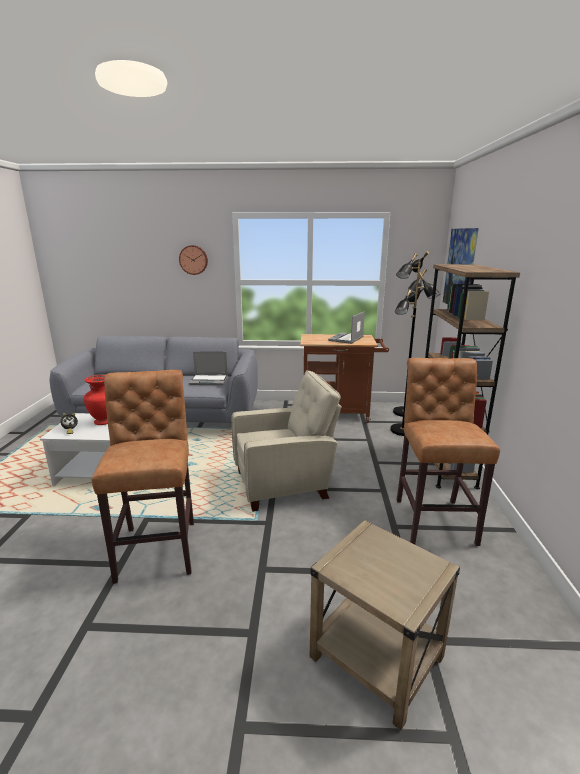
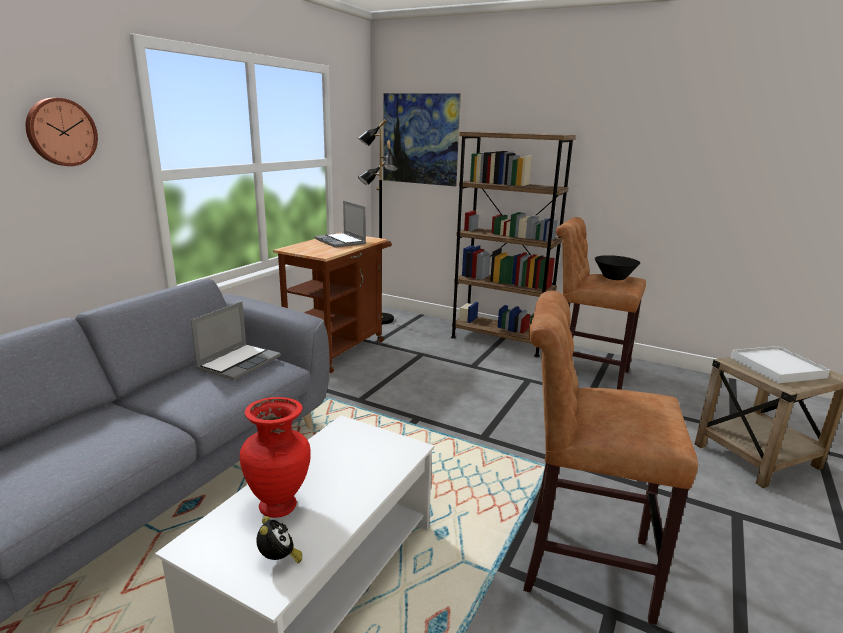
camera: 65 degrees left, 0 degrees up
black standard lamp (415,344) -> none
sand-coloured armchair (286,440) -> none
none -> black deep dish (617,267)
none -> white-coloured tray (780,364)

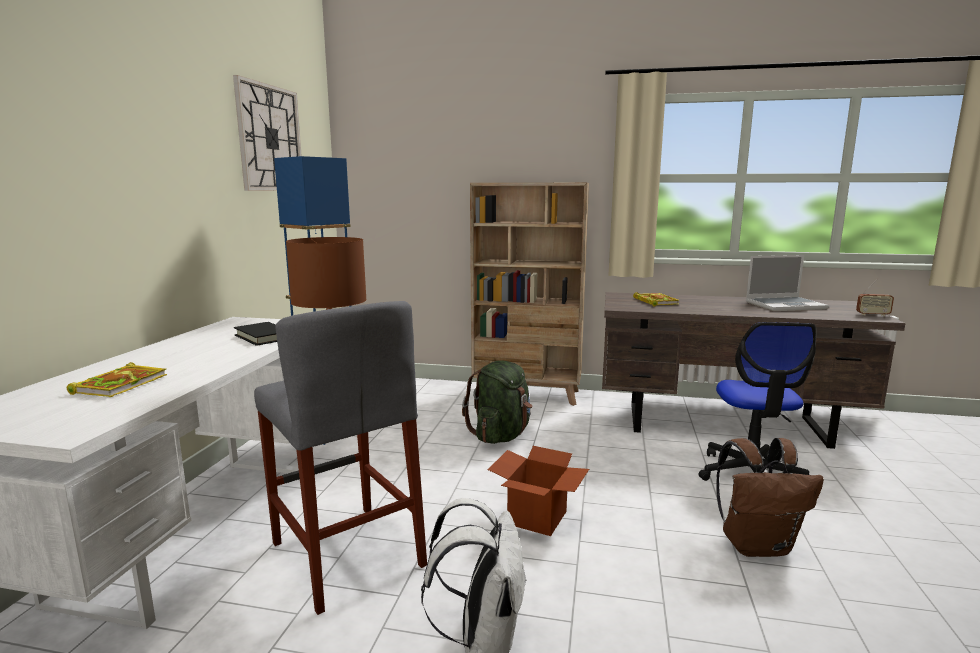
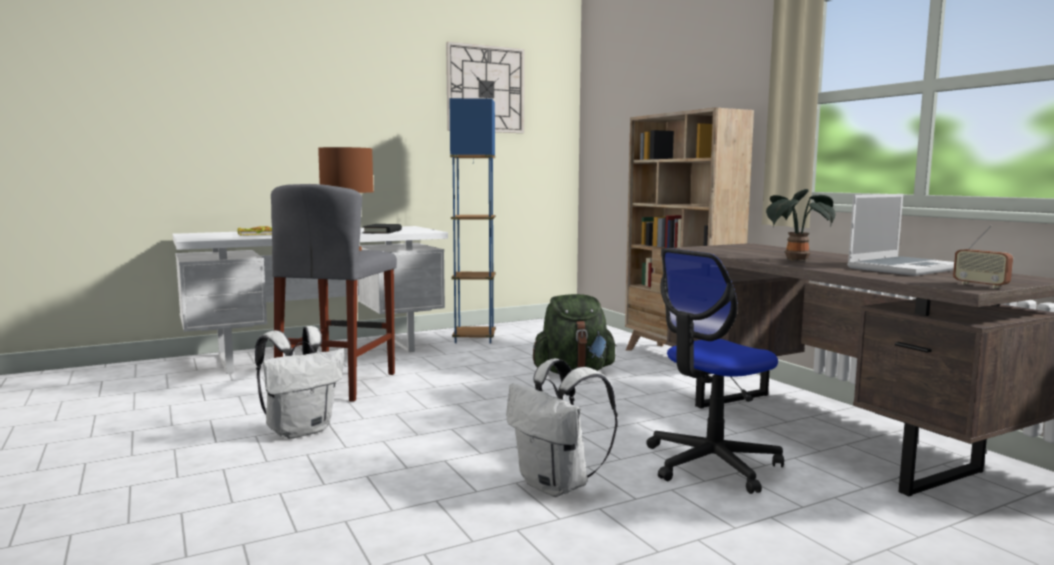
camera: 50 degrees right, 5 degrees down
laptop (787,283) -> laptop (900,235), 75 degrees counterclockwise
book (656,299) -> none
brown backpack (770,497) -> white-coloured backpack (562,428)
packing box (538,491) -> none
none -> potted plant (801,225)

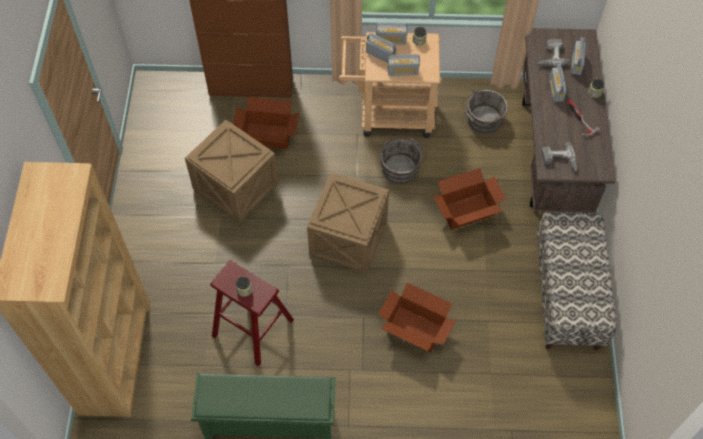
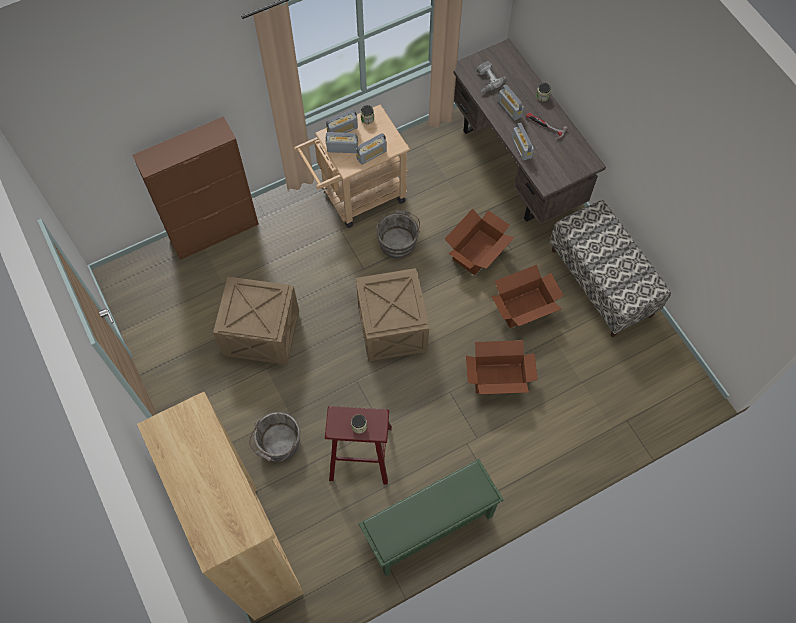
camera: 30 degrees left, 5 degrees up
radio (578,56) -> radio (523,141), shifted
grey bucket (485,111) -> grey bucket (275,437), shifted
packing box (266,123) -> packing box (527,296), shifted
drill (559,156) -> none

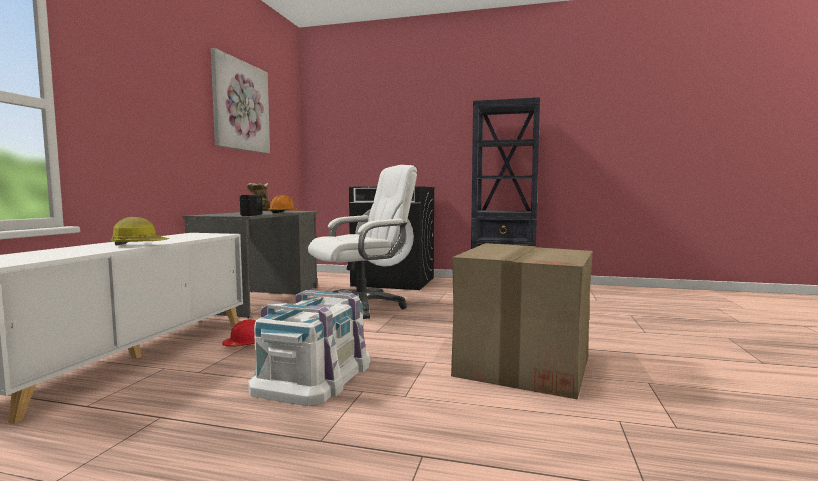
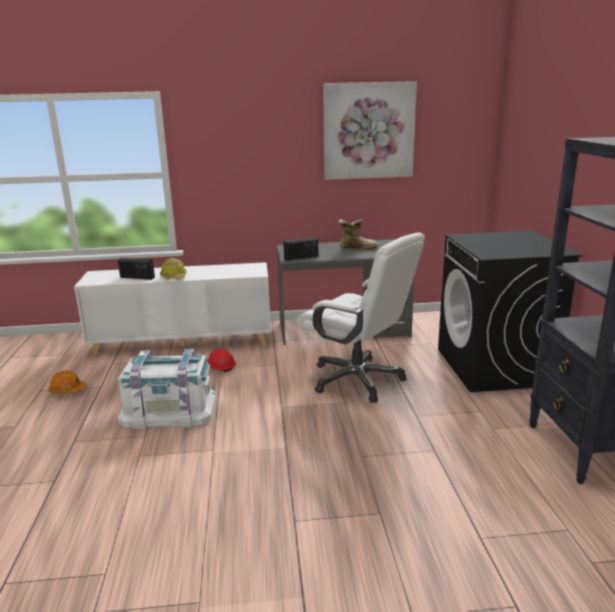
camera: 70 degrees right, 15 degrees up
orange work helmet (283,204) -> orange work helmet (68,382), shifted
packing box (522,321) -> none
none -> radio (136,269)

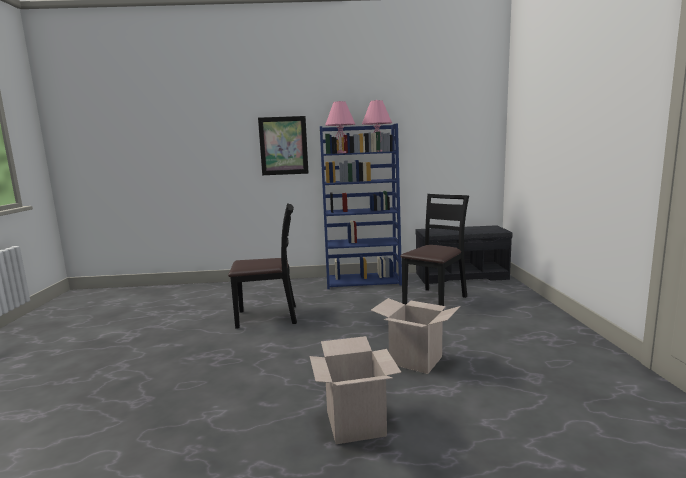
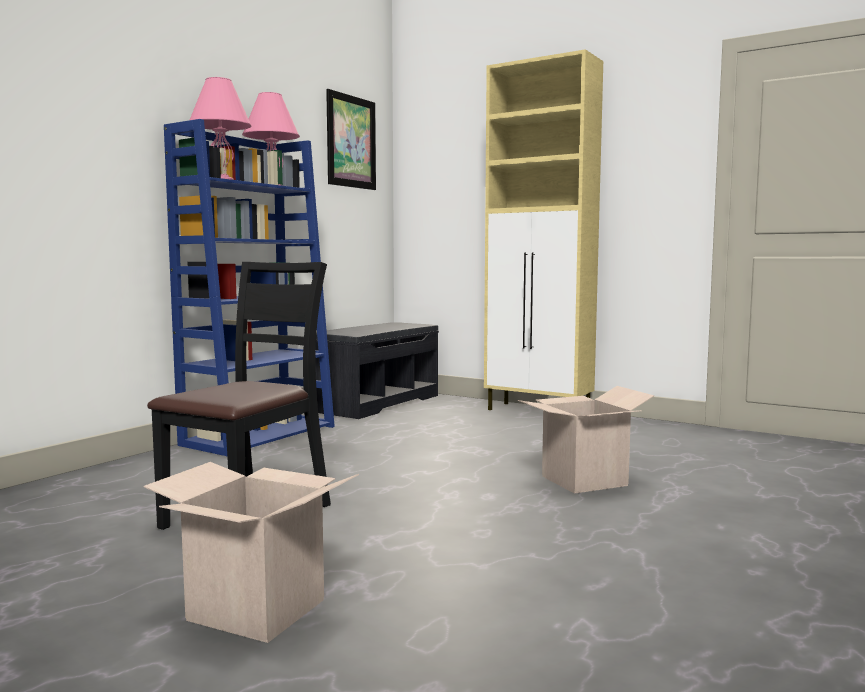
camera: 55 degrees left, 5 degrees down
wall picture (283,145) -> wall picture (351,139), shifted
black upright chair (434,252) -> none
packing box (356,390) -> packing box (251,552), shifted
none -> sand-coloured storage cabinet (543,229)

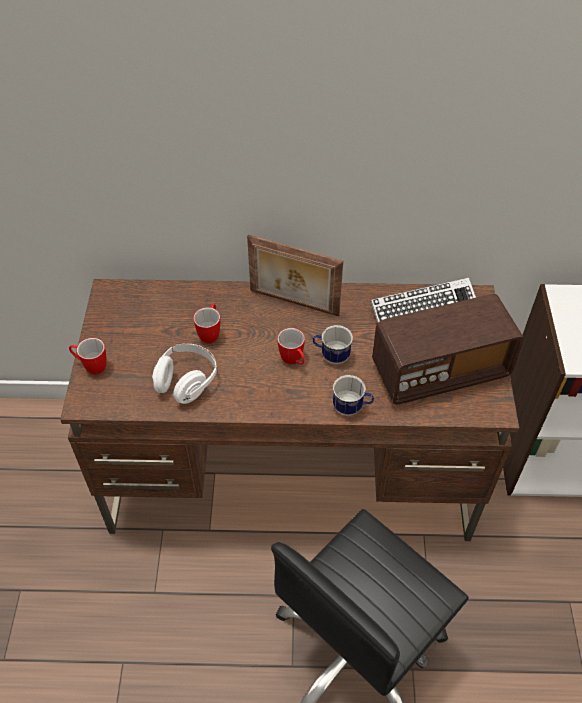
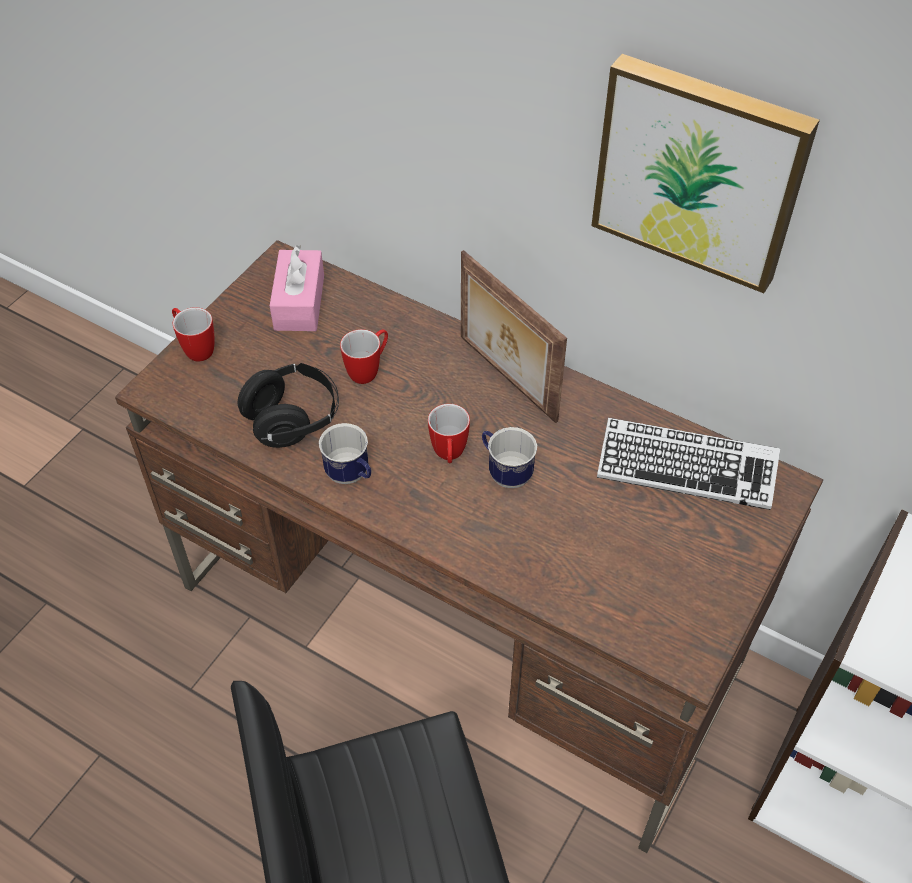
camera: 30 degrees right, 0 degrees up
radio (448,349) -> none
white-coloured headphones (184,374) -> black headphones (288,405)
coffee mug (353,395) -> coffee mug (345,453), shifted
none -> wall picture (705,173)
none -> pink-coloured box of tissues (297,288)

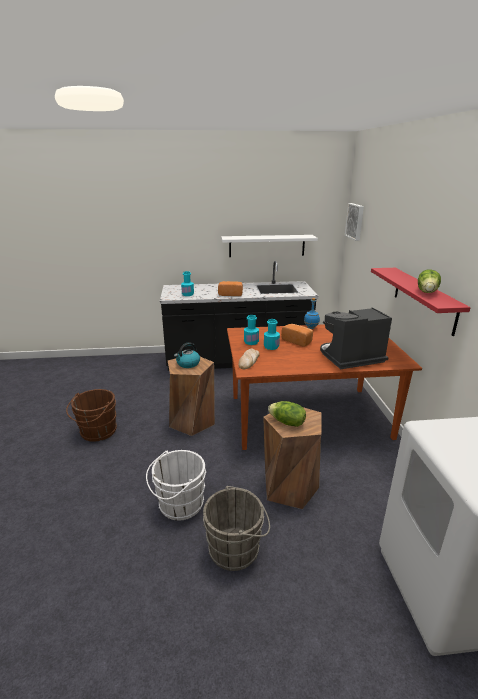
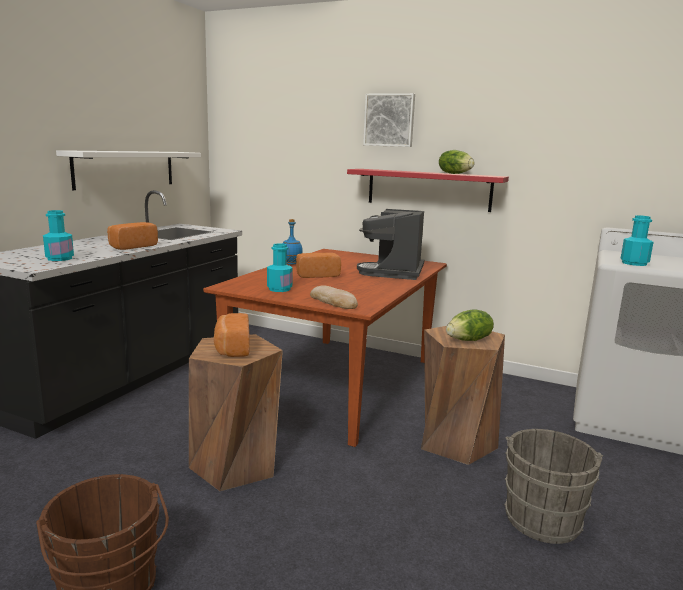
camera: 60 degrees left, 10 degrees down
wall picture (354,222) -> wall picture (389,120), shifted
blue-green bottle (272,334) -> blue-green bottle (637,240), shifted
tea kettle (187,355) -> bread (232,335)
white-coloured bucket (176,485) -> none

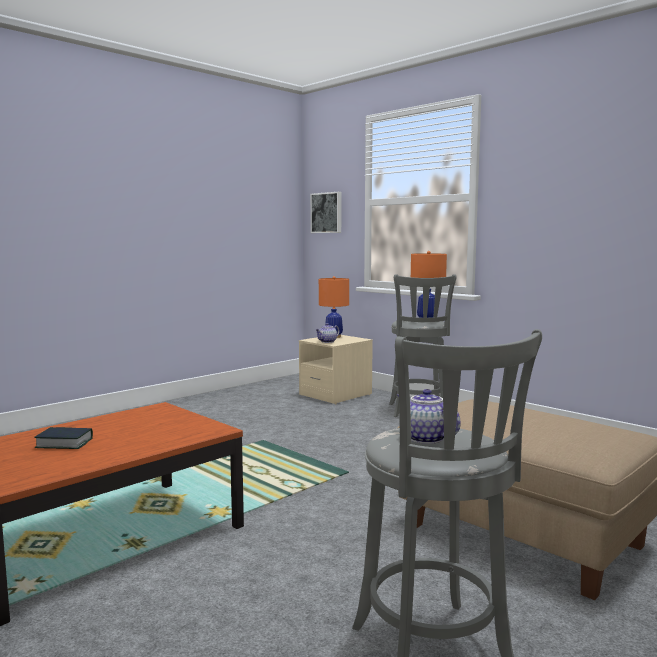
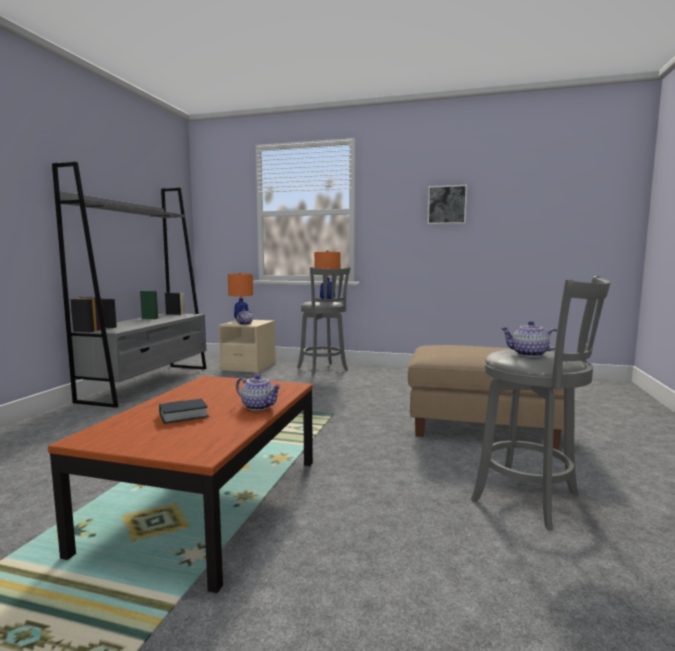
camera: 30 degrees left, 0 degrees up
wall picture (325,212) -> wall picture (447,204), shifted
none -> grey shelving unit (129,285)
none -> teapot (258,392)

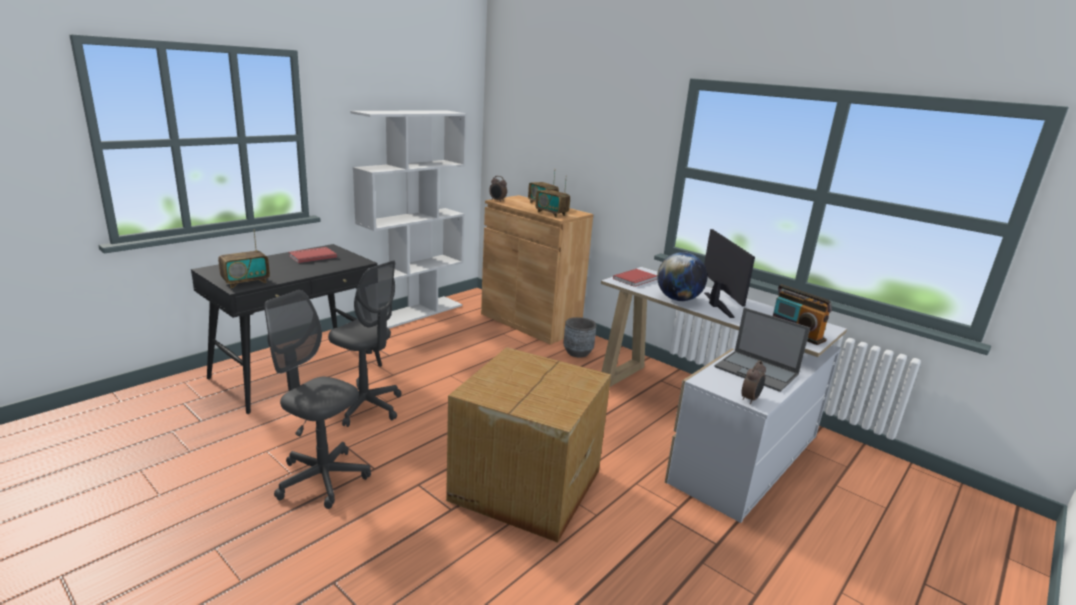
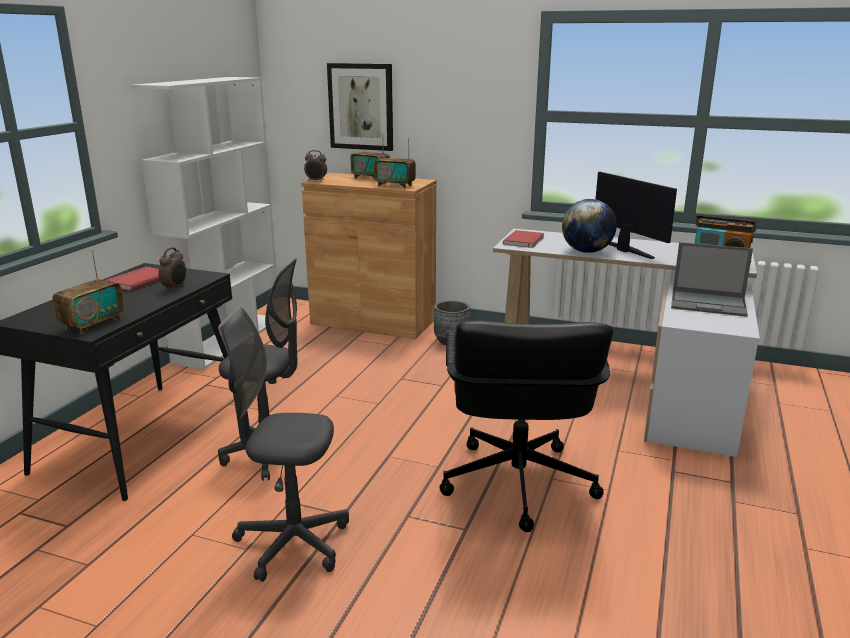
camera: 20 degrees left, 0 degrees up
packing box (528,445) -> black computer chair (526,426)
alarm clock (753,382) -> alarm clock (172,269), shifted
none -> wall picture (360,107)

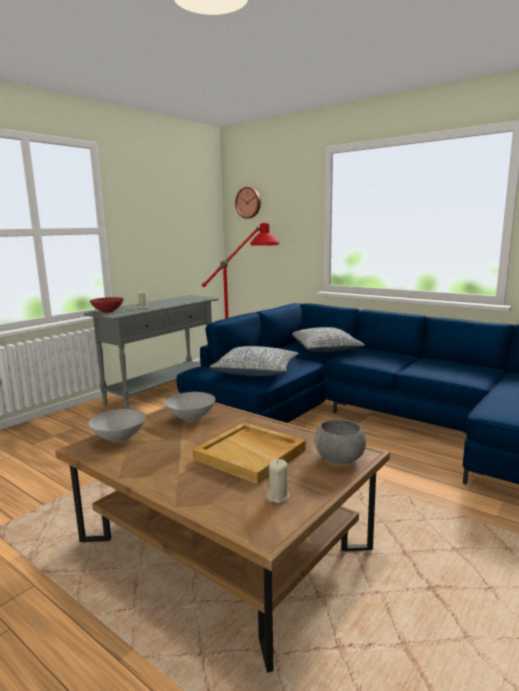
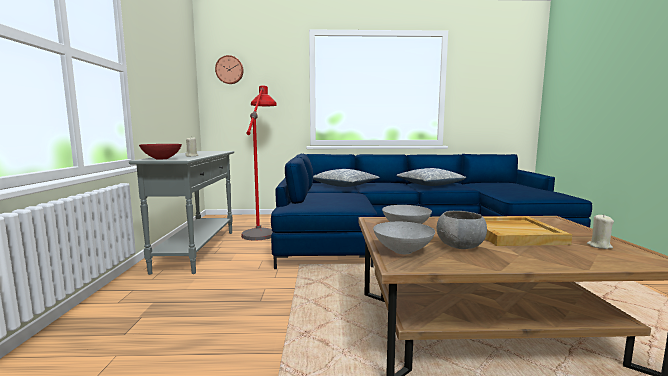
camera: 40 degrees left, 5 degrees down
cushion (254,361) -> cushion (431,177), shifted
grey deep dish (340,441) -> grey deep dish (462,230), shifted

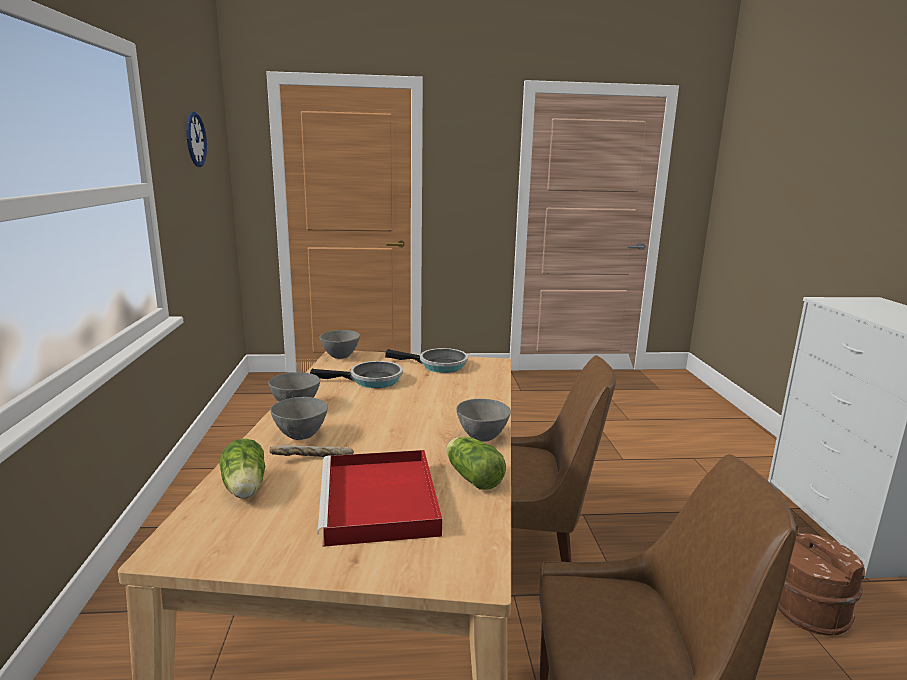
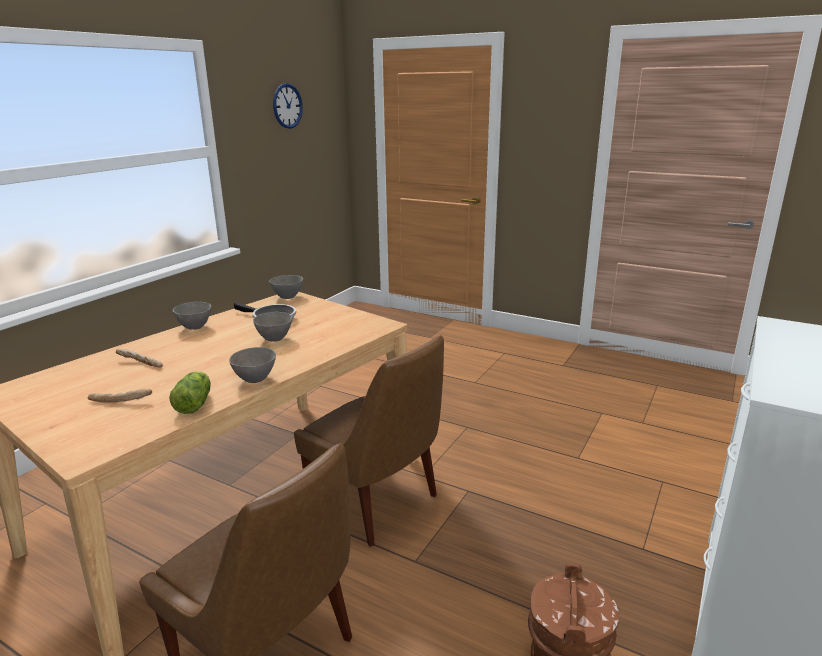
camera: 35 degrees right, 5 degrees up
pan (426,360) -> none
grey deep dish (299,418) -> grey deep dish (272,327), shifted
lettuce head (242,468) -> none
red-coloured tray (380,498) -> bread (119,396)

